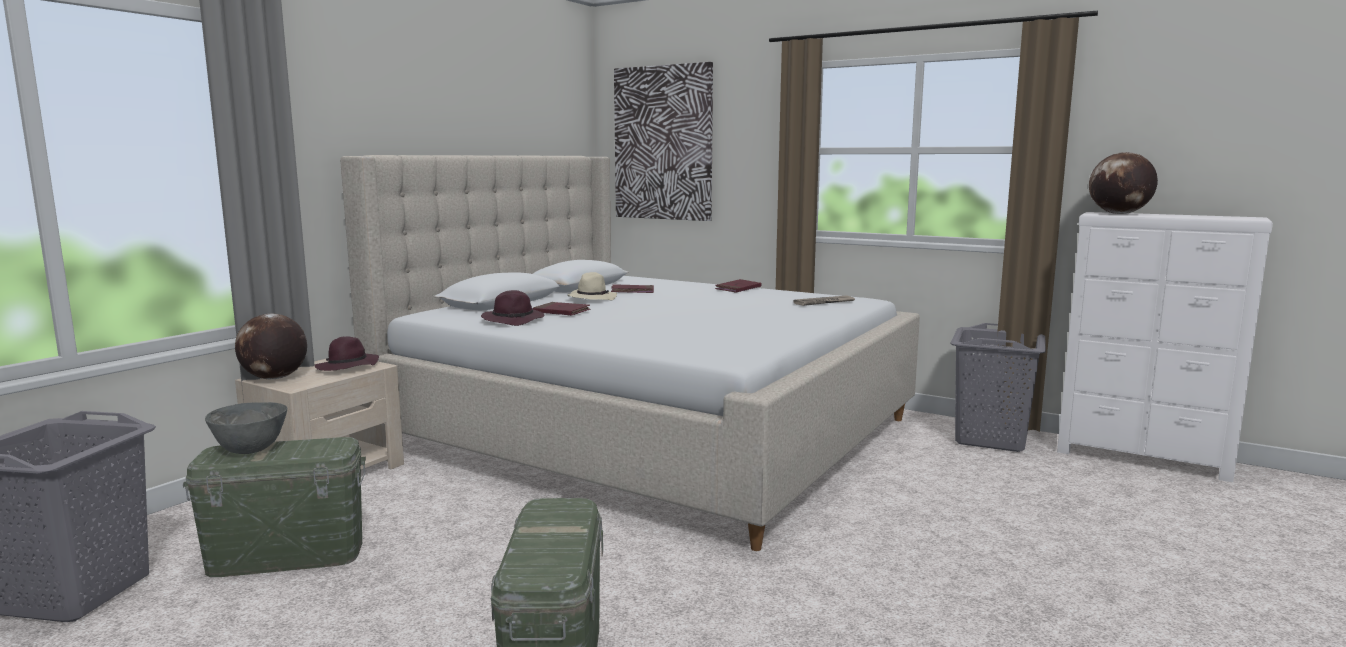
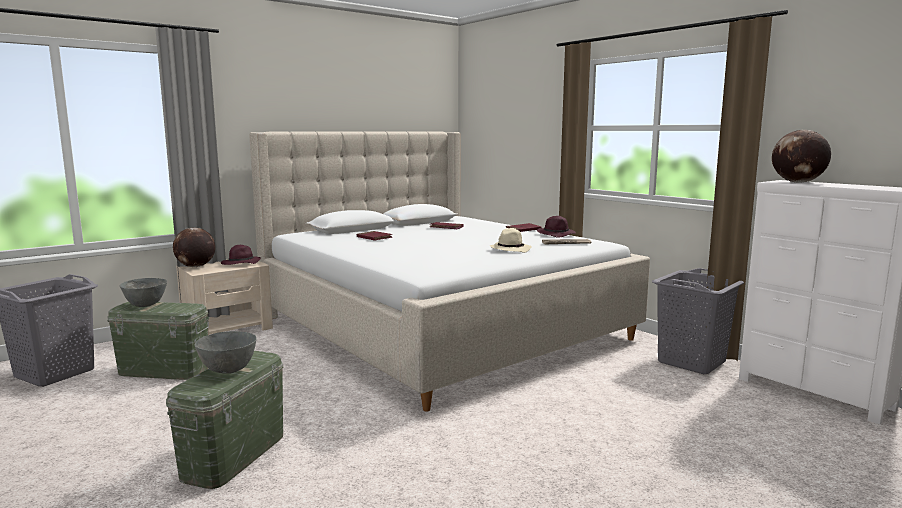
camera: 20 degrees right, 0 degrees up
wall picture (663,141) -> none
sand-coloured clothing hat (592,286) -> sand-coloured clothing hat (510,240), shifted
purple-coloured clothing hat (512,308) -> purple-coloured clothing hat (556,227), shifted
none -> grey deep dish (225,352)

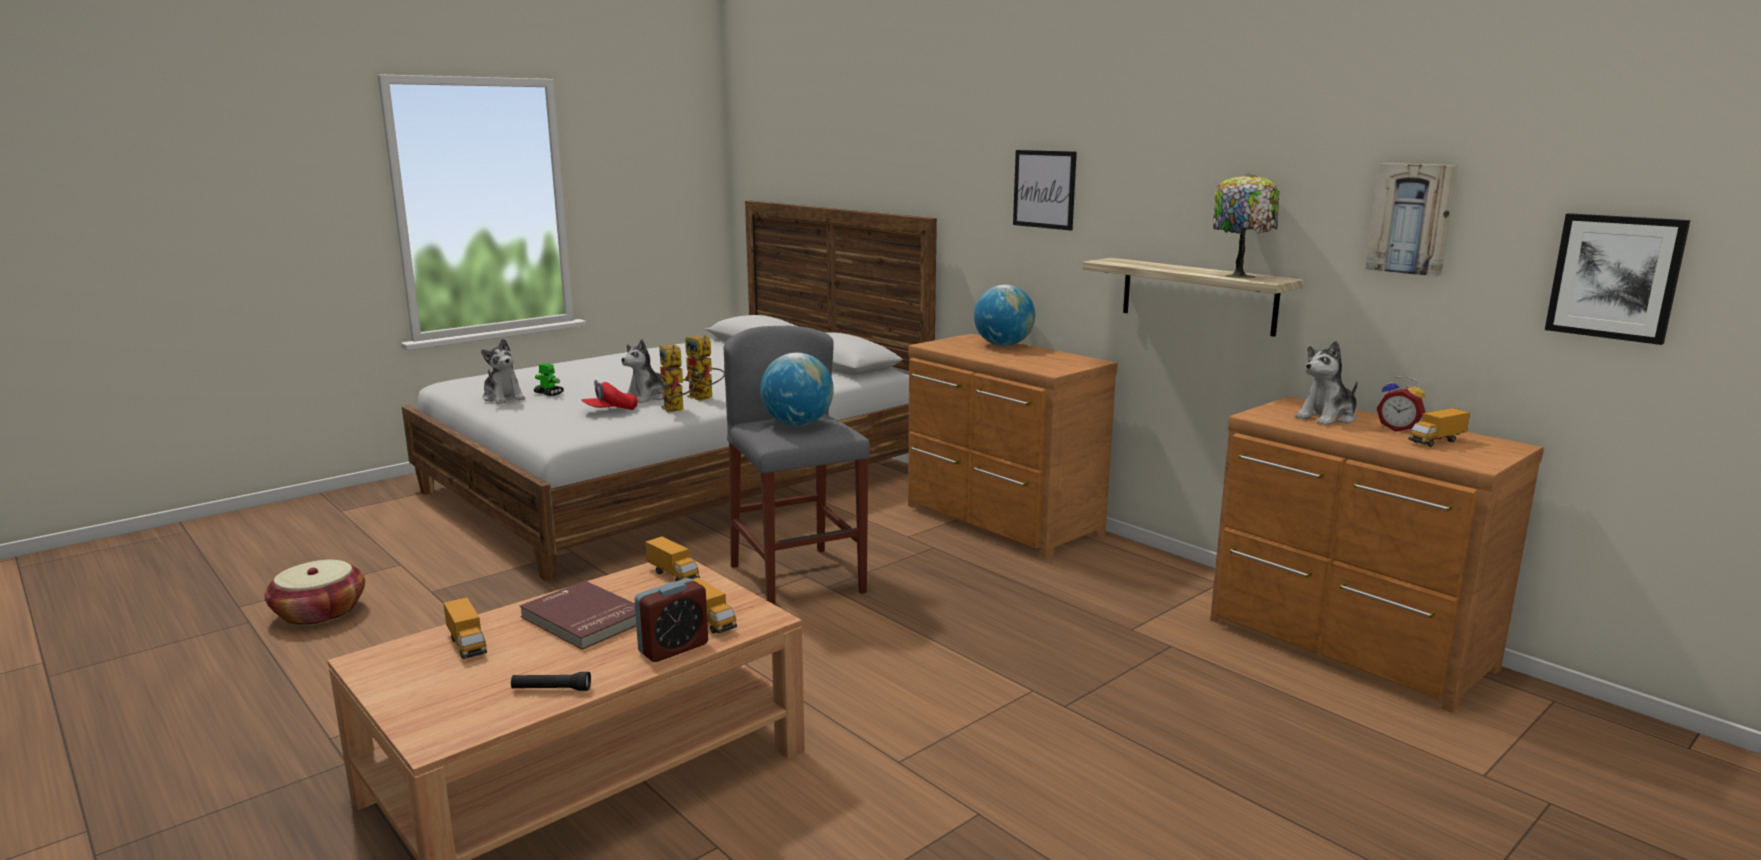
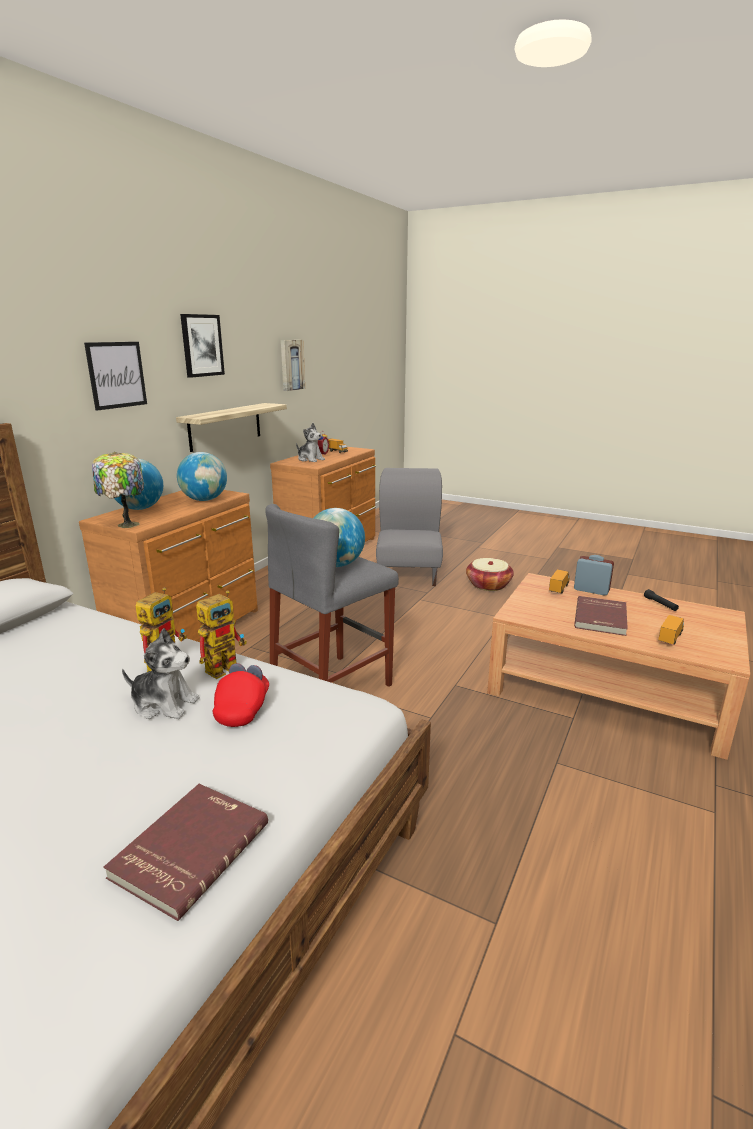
camera: 110 degrees left, 5 degrees up
tabletop lamp (1246,225) -> tabletop lamp (118,490), shifted
wall picture (1617,279) -> wall picture (202,346), shifted
plush toy (503,371) -> red-coloured book (185,852)
model robot (549,379) -> none
red-coloured cap (609,395) -> red-coloured cap (241,695), 120 degrees counterclockwise
toy truck (672,558) -> none
basket (314,593) -> basket (490,574), shifted
none -> desk globe (202,476)
none -> grey upright chair (409,527)

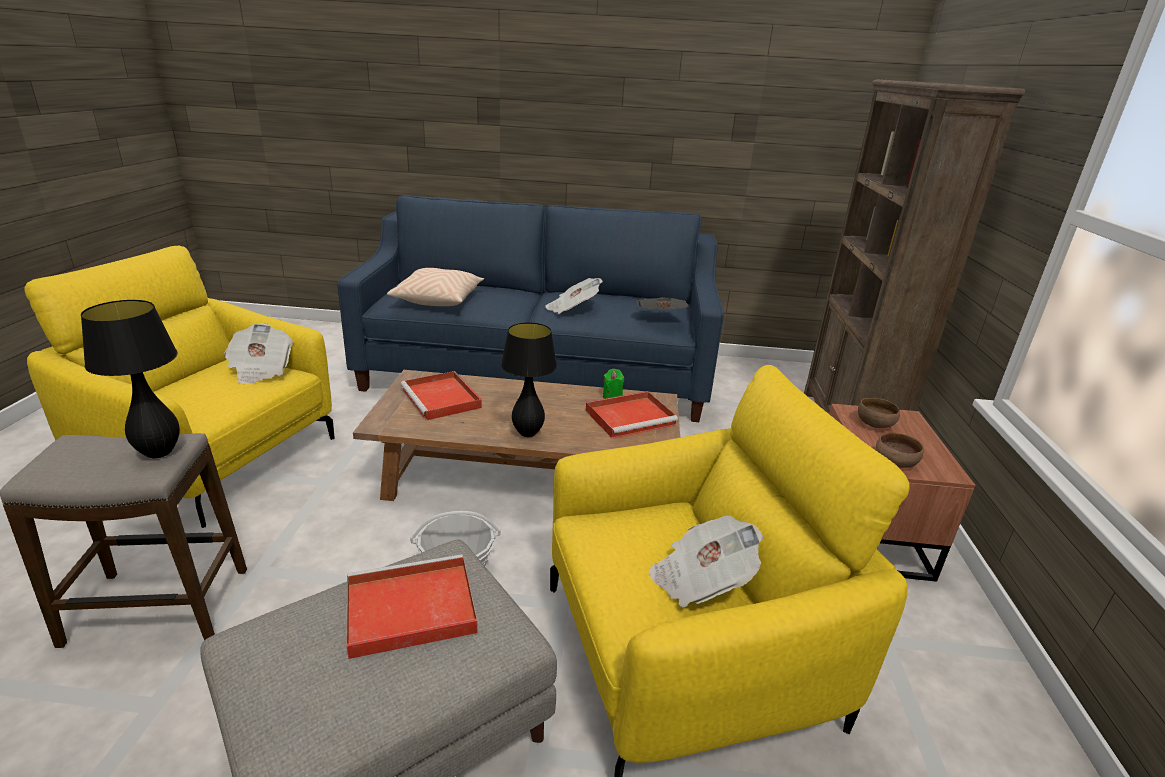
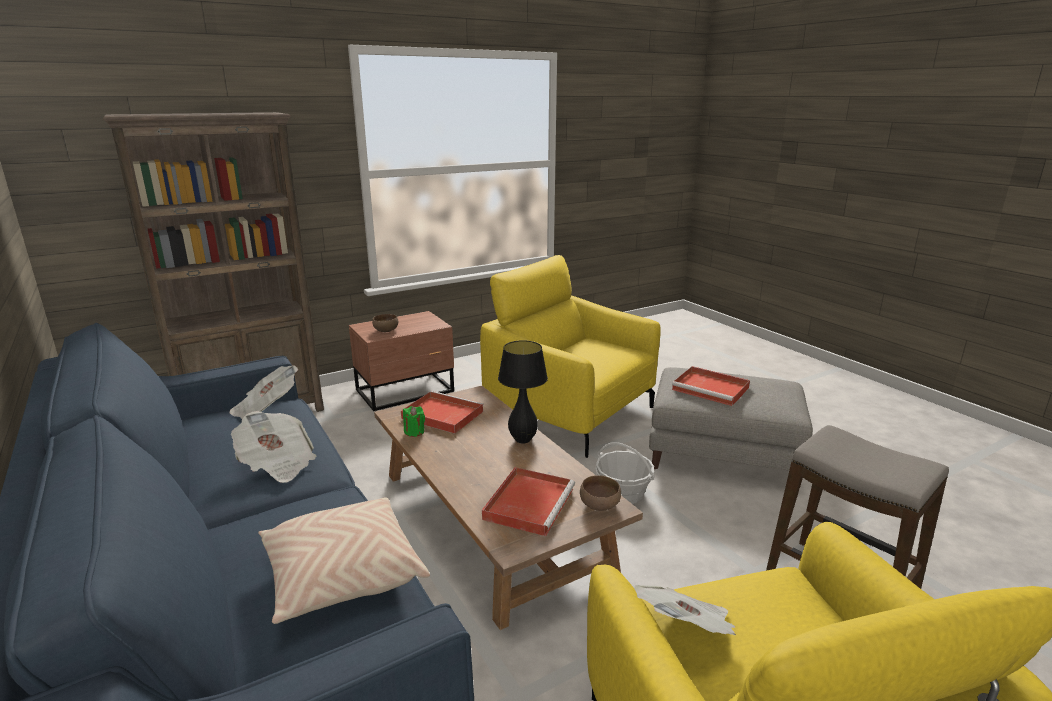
camera: 125 degrees left, 5 degrees down
black tabletop lamp (130,379) -> none
brown deep dish (900,450) -> brown deep dish (600,493), shifted
daily paper (705,561) -> none

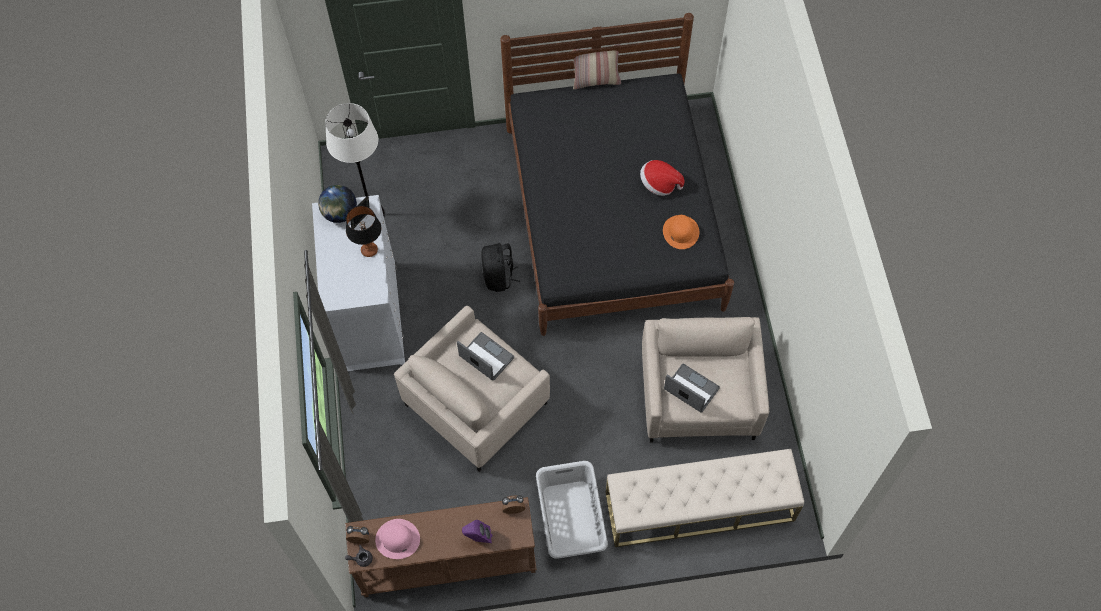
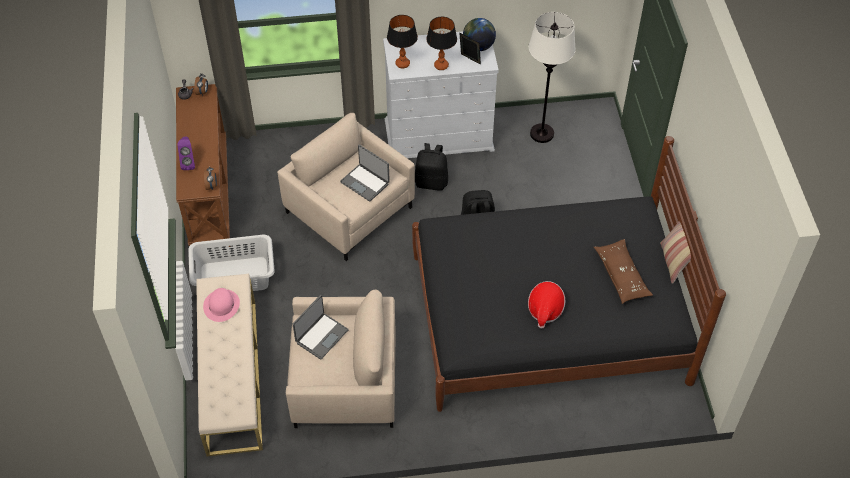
camera: 90 degrees right, 10 degrees down
orange clothing hat (681,232) -> none
laptop (485,356) -> laptop (365,173), 90 degrees clockwise
pink-coloured clothing hat (397,539) -> pink-coloured clothing hat (221,305), shifted
none -> tabletop lamp (402,41)
none -> black backpack (431,167)
none -> brown cushion (623,271)

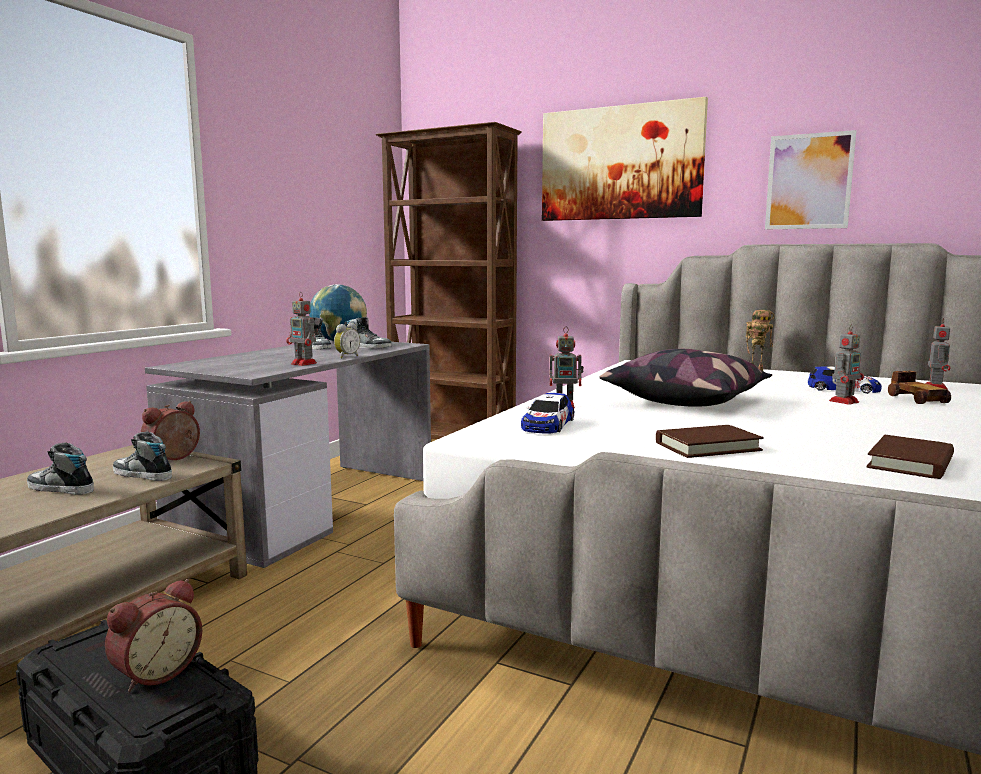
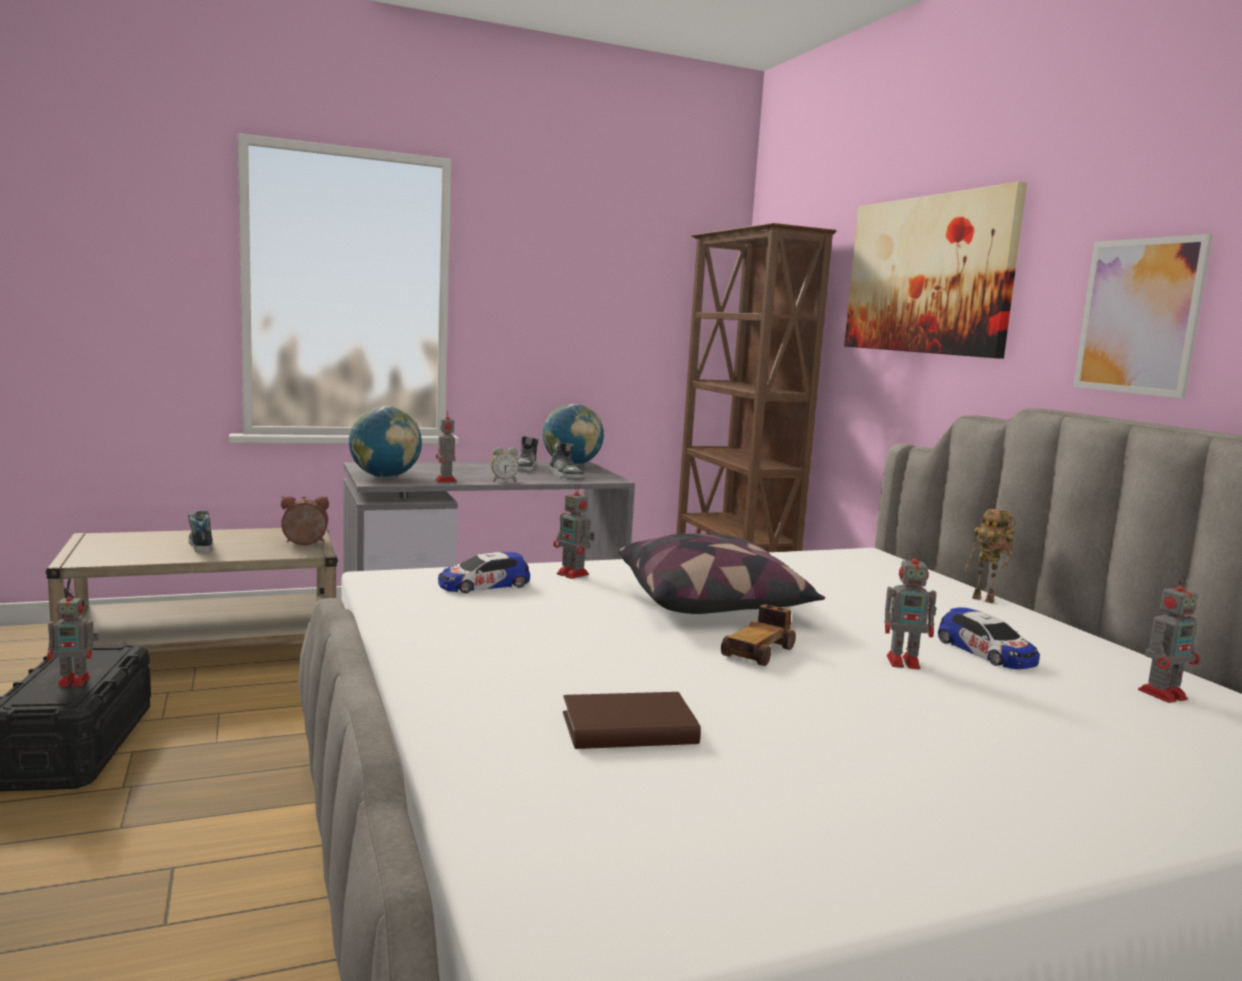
camera: 40 degrees right, 0 degrees up
toy car (919,387) -> toy car (758,635), shifted
brown book (710,441) -> none
shoe (142,456) -> none
alarm clock (153,635) -> model robot (73,638)
none -> desk globe (385,442)

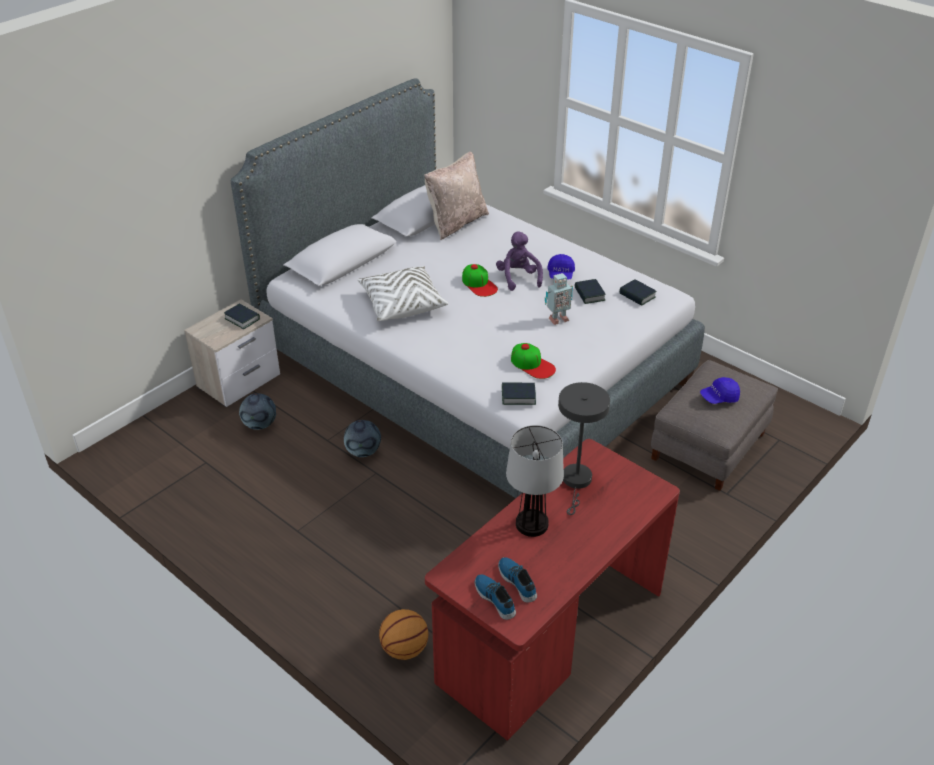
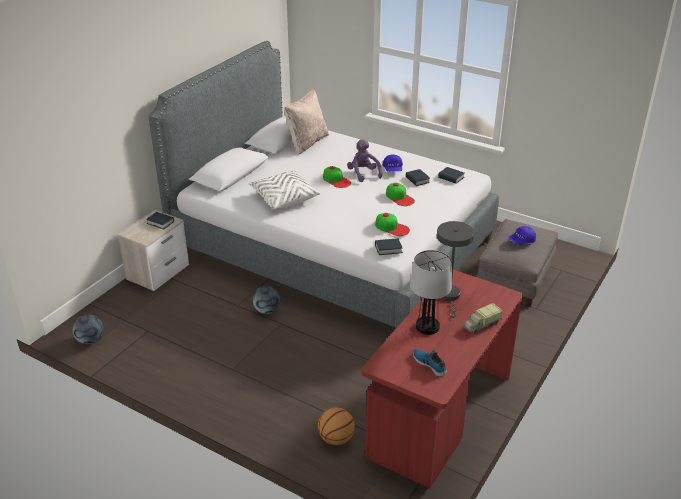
camera: 10 degrees left, 5 degrees down
model robot (559,299) -> cap (400,194)
ball for football (257,411) -> ball for football (88,329), shifted
shoe (495,597) -> none
none -> toy truck (482,318)

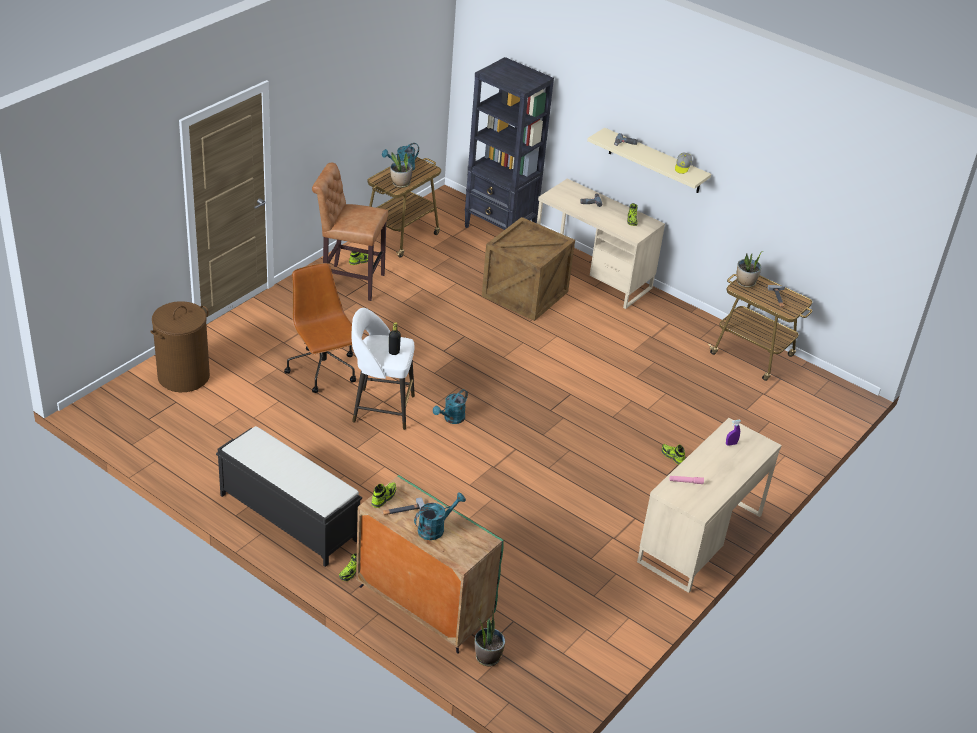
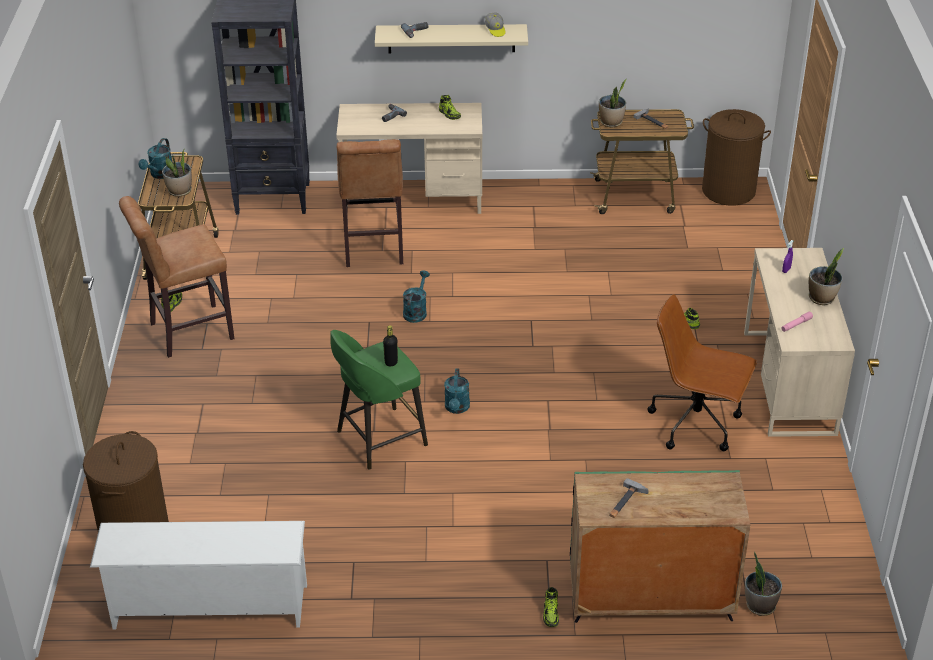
camera: 35 degrees left, 0 degrees up
shipping crate (528,269) -> brown stool (369,203)
brown computer chair (323,328) -> brown computer chair (702,372), shifted
white-coloured stool (383,369) -> green-coloured stool (379,400)
black bench (289,496) -> none
shoe (383,495) -> none
blue-green watering pot (440,516) -> blue-green watering pot (416,296), shifted
none -> brown washing basket (736,157)
none -> potted plant (826,276)
none -> white-coloured shoe stand (198,575)

